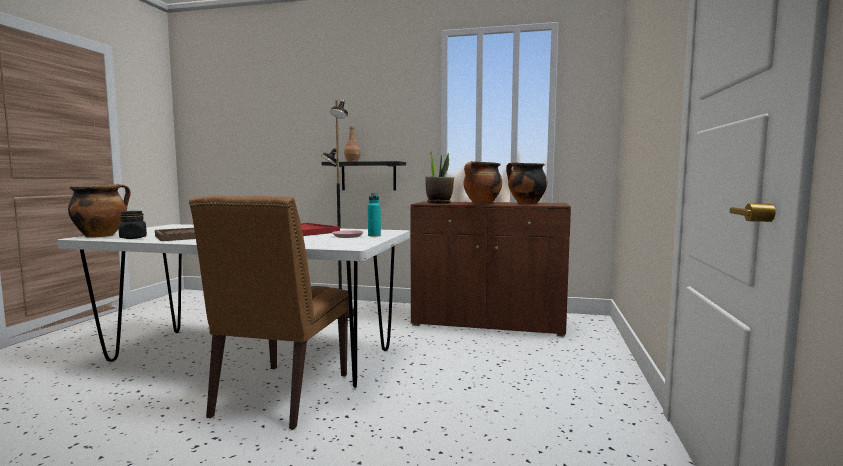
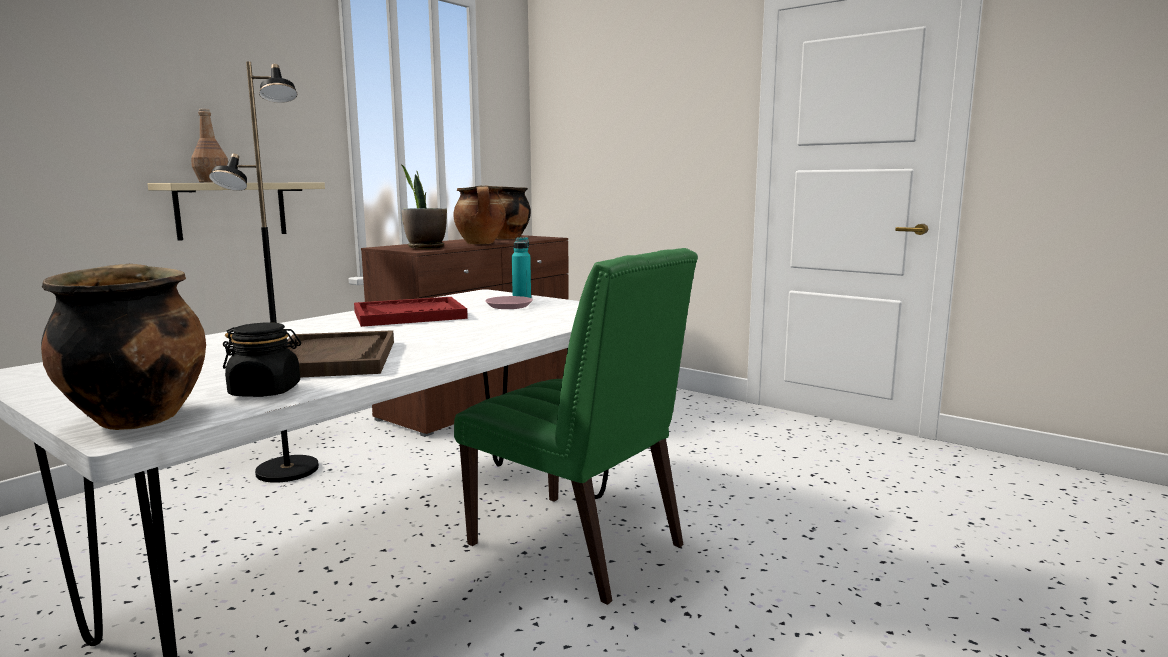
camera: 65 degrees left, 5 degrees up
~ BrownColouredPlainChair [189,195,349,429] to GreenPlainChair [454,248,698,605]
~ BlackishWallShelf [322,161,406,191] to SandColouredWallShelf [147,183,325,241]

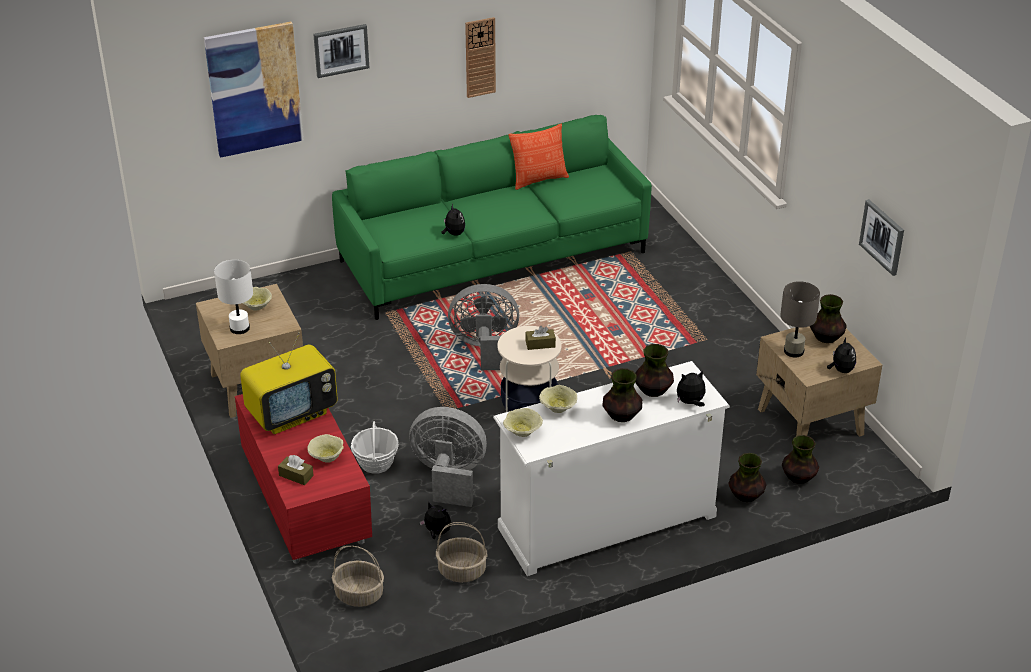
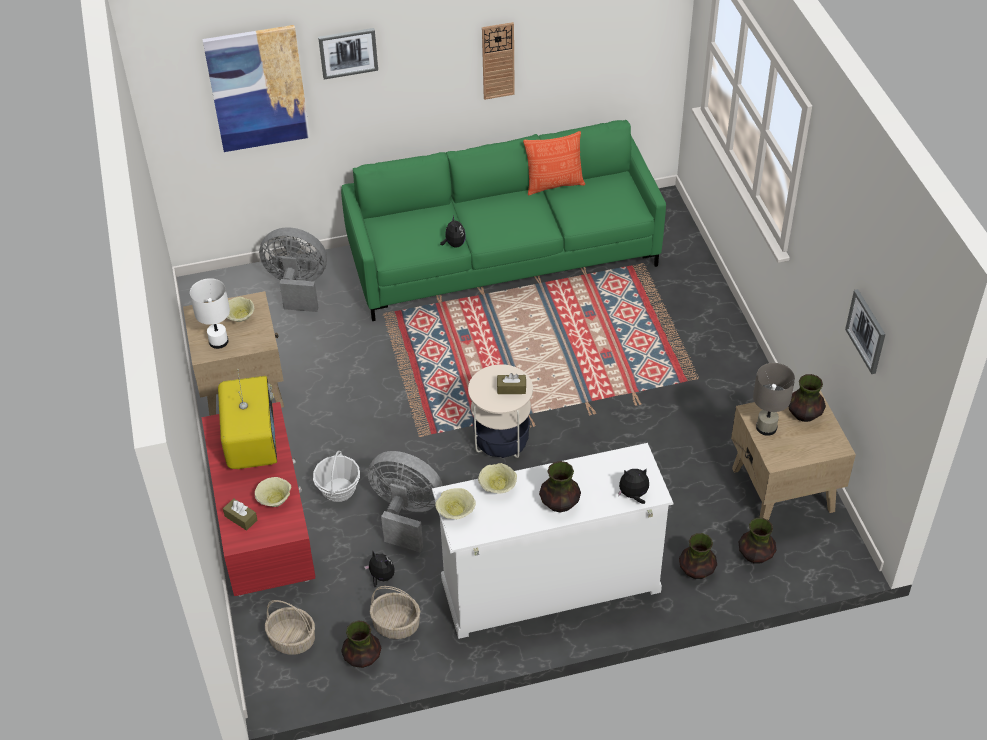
camera: 10 degrees right, 10 degrees up
~ Tv [240,332,338,434] = [218,369,277,469] 75 degrees counterclockwise
~ GreyCoolingFan [448,284,519,370] to [259,228,327,312]
~ FlowerVase [635,344,674,397] to [341,620,381,668]
- CuddlyToy [827,338,856,373]

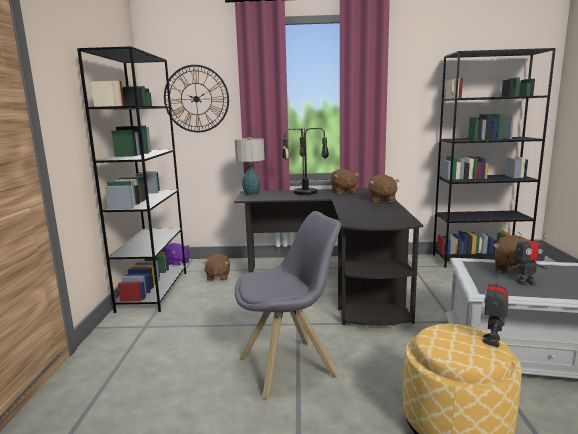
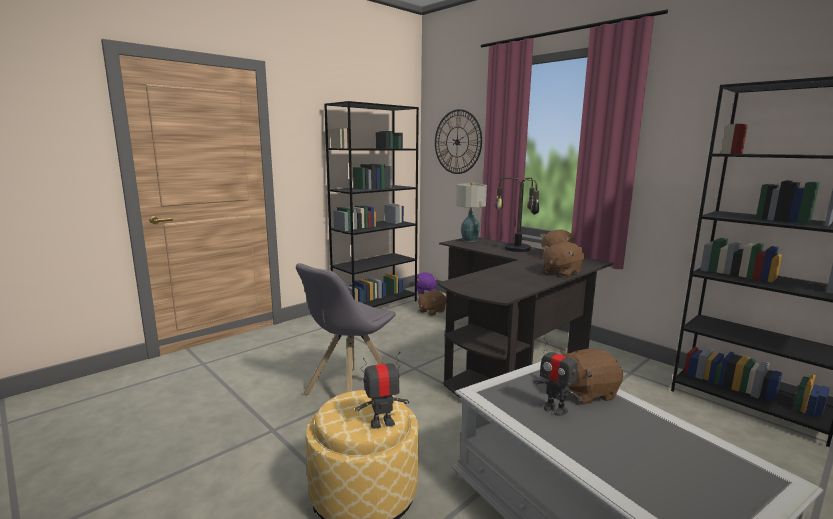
camera: 45 degrees right, 0 degrees up
~ GreyPlainChair [235,211,341,399] = [296,263,396,395] 105 degrees clockwise

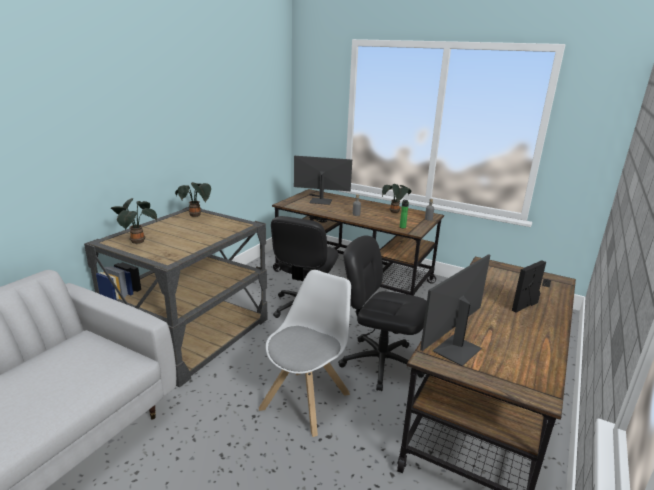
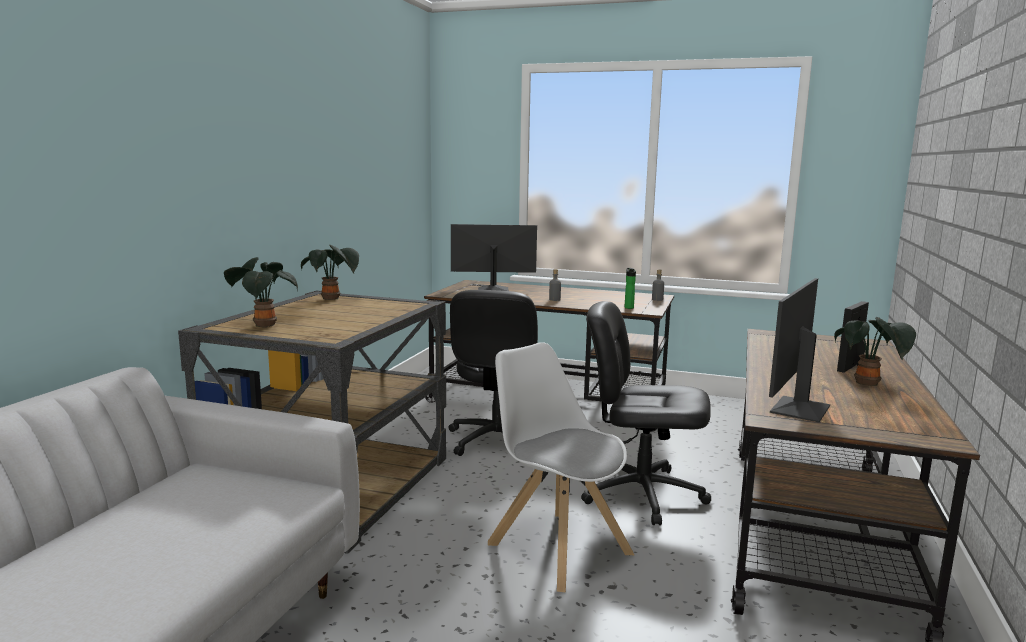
camera: 10 degrees left, 10 degrees down
~ PlainChair [259,270,351,437] = [488,342,634,592] 60 degrees counterclockwise
~ Houseplant [382,184,411,213] to [834,317,916,386]

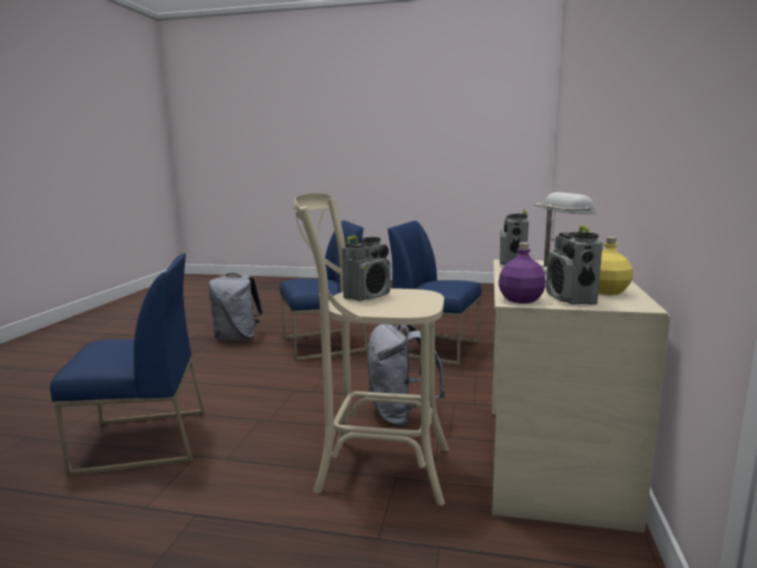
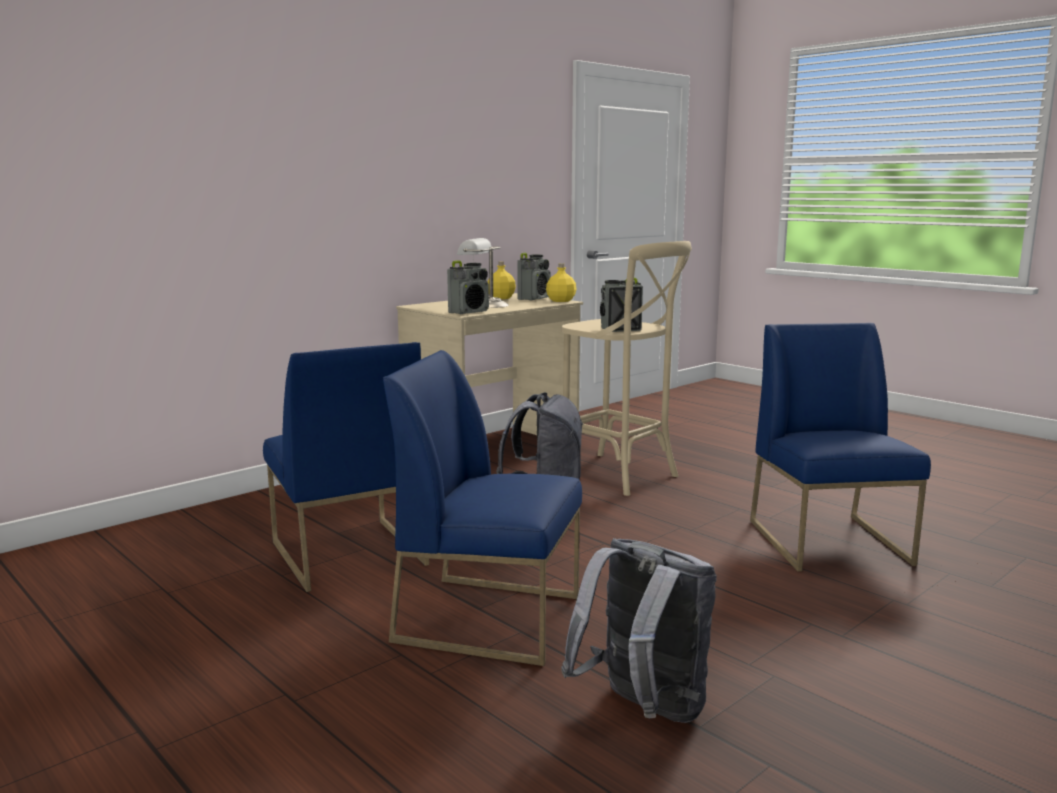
camera: 145 degrees left, 0 degrees up
~ BluePlainChair [50,254,205,476] = [750,323,931,572] 60 degrees clockwise
~ PurpleColouredBeverageBottle [498,242,546,303] to YellowColouredBeverageBottle [546,263,577,302]

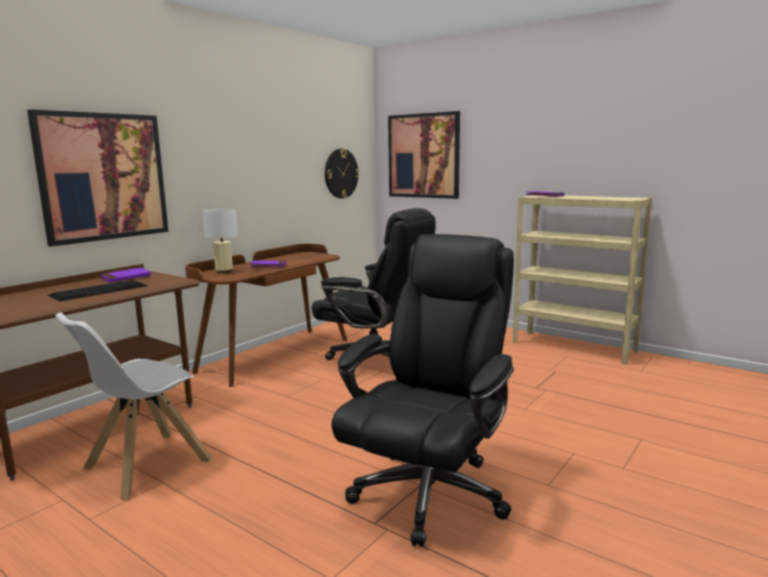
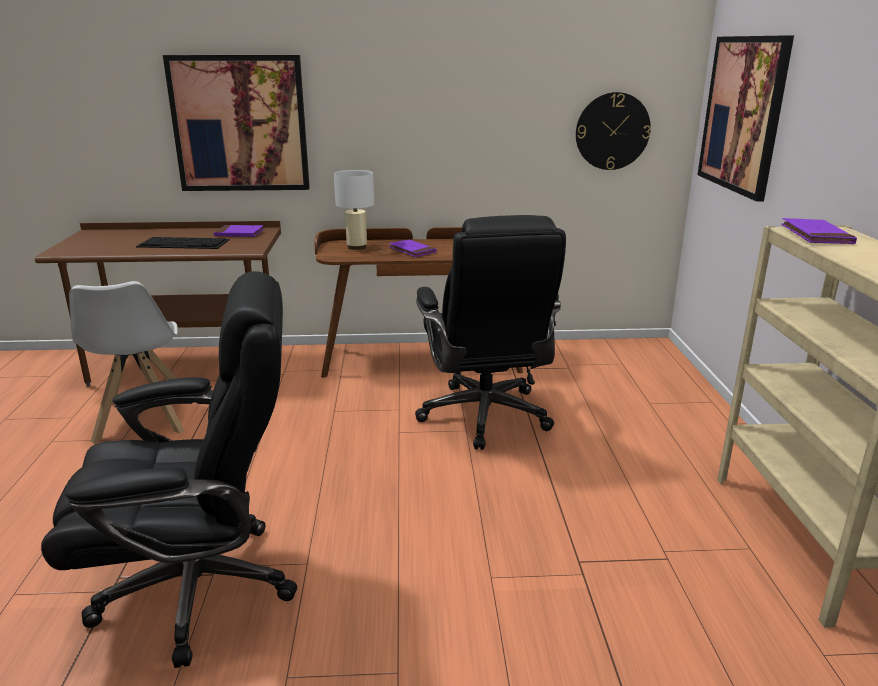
camera: 50 degrees right, 10 degrees up
~ PlainChair [55,312,212,500] = [69,281,185,443] 105 degrees counterclockwise

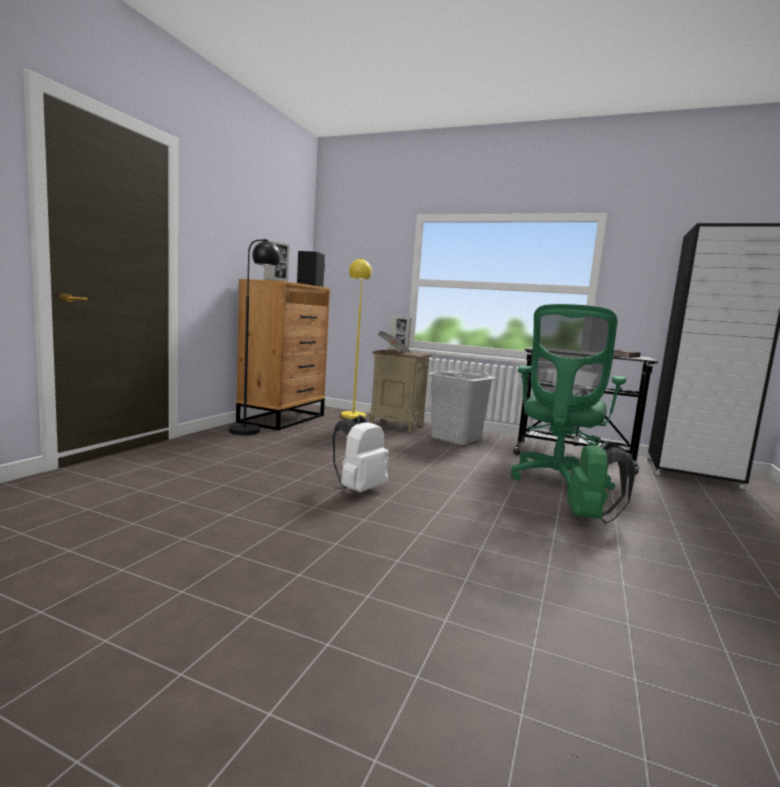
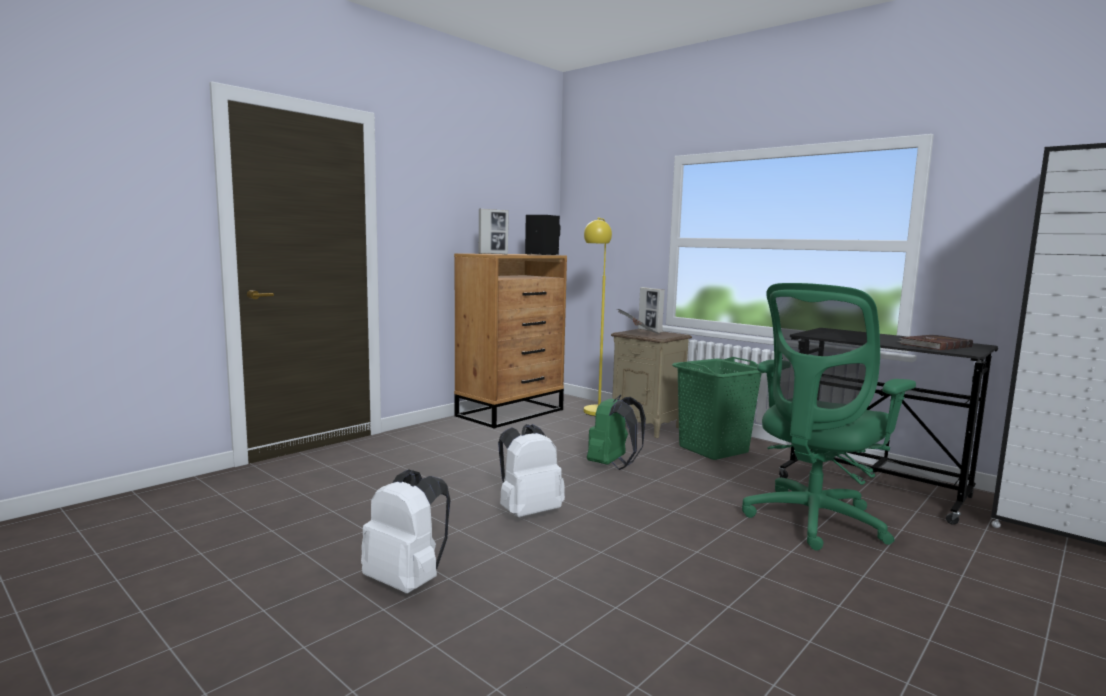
camera: 20 degrees right, 0 degrees up
- BlackishFloorLamp [229,239,281,435]
~ GreyHamper [428,369,496,445] to GreenHamper [672,357,764,460]
~ GreenRucksack [567,441,636,523] to [587,395,646,470]
+ WhiteRucksack [361,469,451,594]

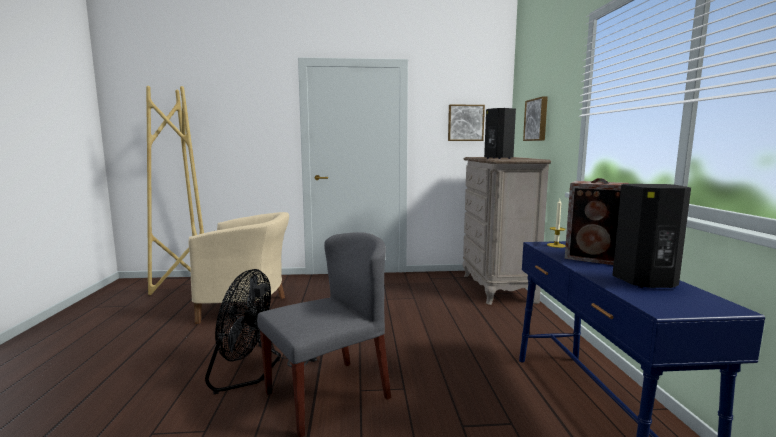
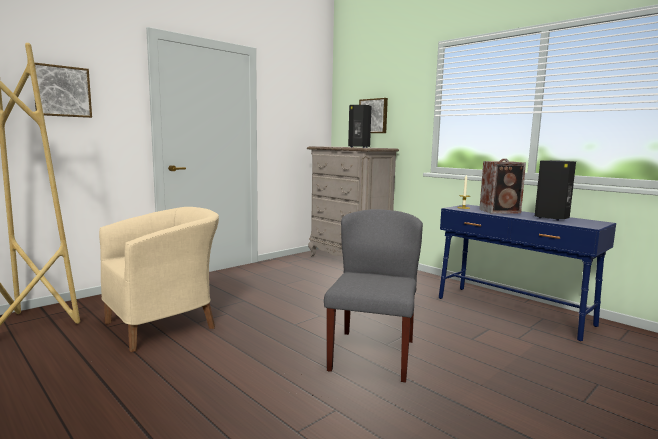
camera: 40 degrees left, 0 degrees up
- BlackishCoolingFan [205,269,317,395]
~ Picture [448,105,485,141] to [34,62,92,118]

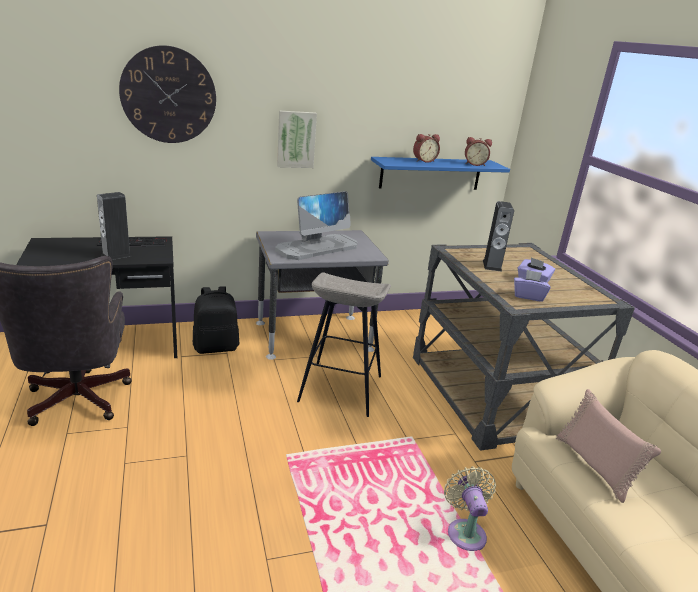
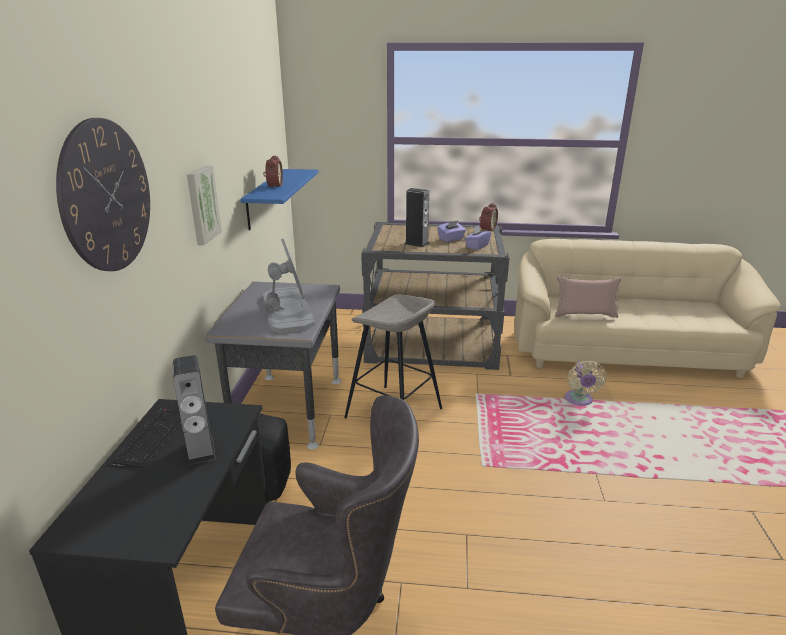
camera: 65 degrees left, 0 degrees up
~ SandColouredCoolingFan [444,466,496,551] = [565,361,606,406] 105 degrees counterclockwise
~ TableClock [465,137,492,166] to [479,203,498,231]

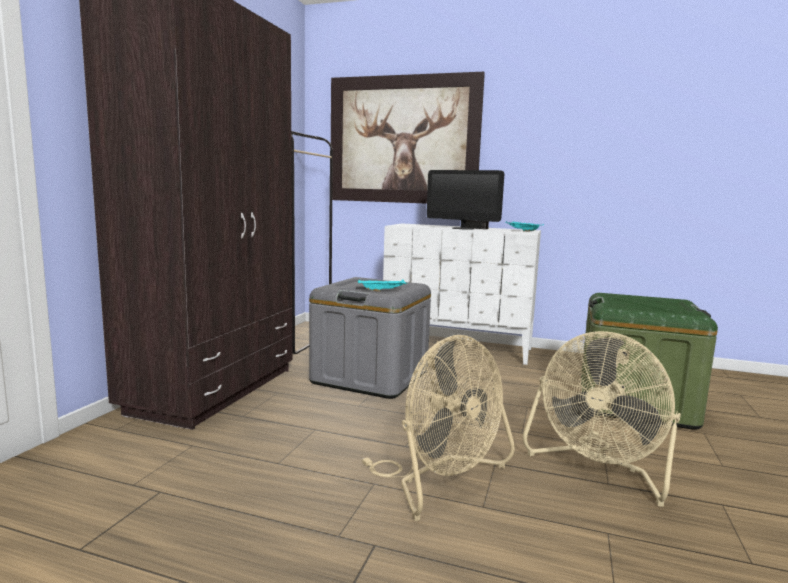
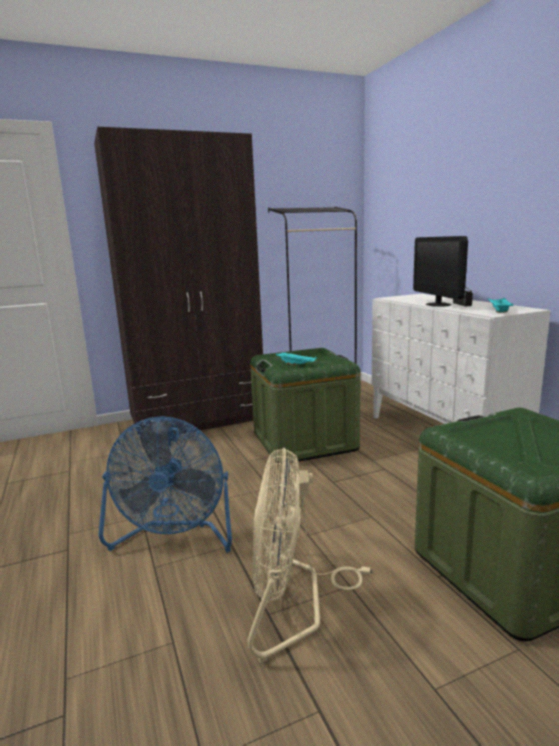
camera: 50 degrees right, 5 degrees up
~ GreyStorageContainer [309,277,431,399] to GreenStorageContainer [250,348,360,463]
- Picture [331,72,485,204]
~ SandColouredCoolingFan [362,335,515,521] to BlueCoolingFan [98,417,232,553]

